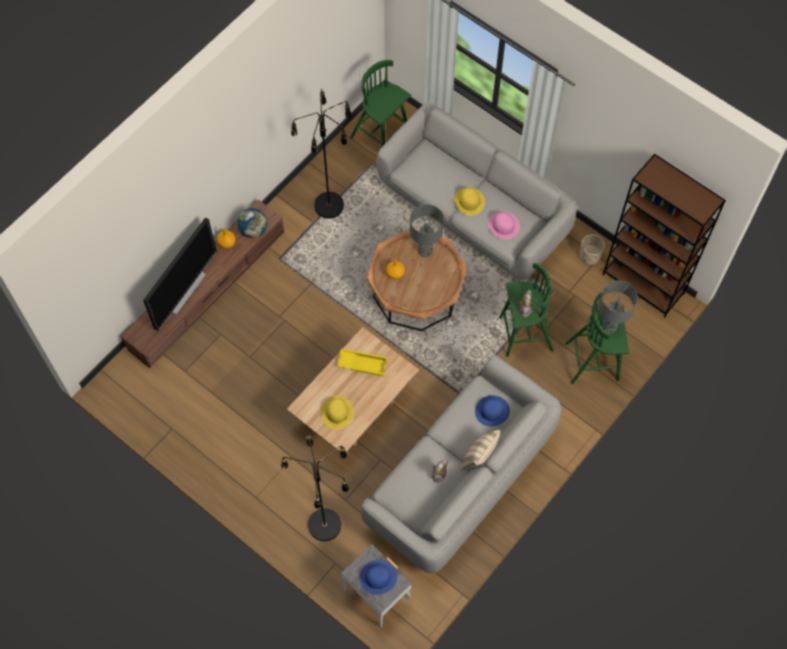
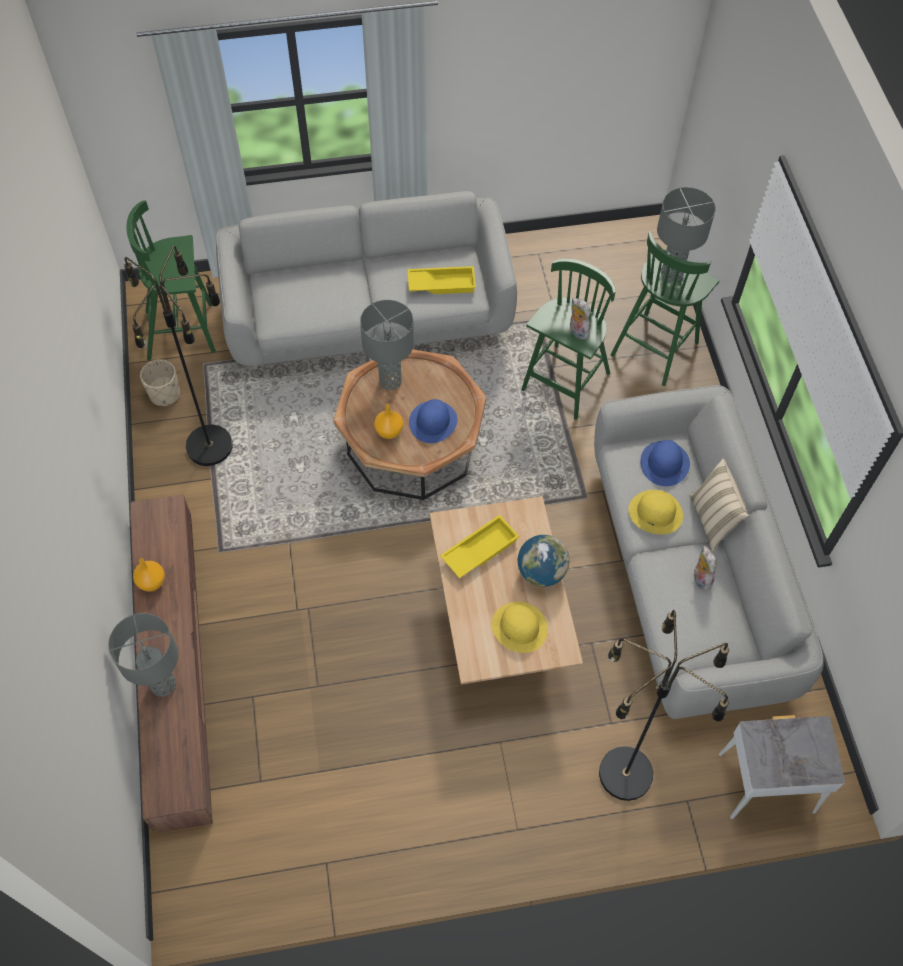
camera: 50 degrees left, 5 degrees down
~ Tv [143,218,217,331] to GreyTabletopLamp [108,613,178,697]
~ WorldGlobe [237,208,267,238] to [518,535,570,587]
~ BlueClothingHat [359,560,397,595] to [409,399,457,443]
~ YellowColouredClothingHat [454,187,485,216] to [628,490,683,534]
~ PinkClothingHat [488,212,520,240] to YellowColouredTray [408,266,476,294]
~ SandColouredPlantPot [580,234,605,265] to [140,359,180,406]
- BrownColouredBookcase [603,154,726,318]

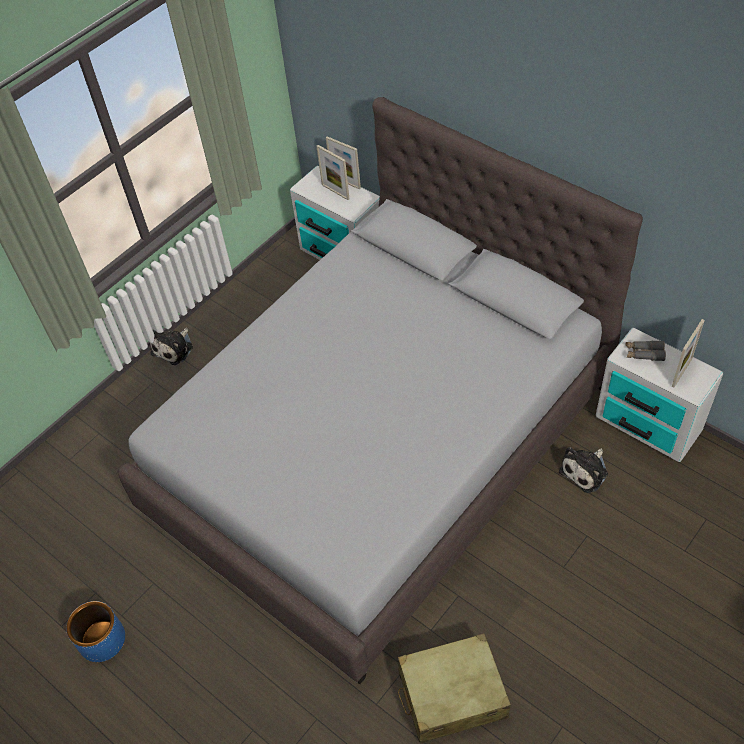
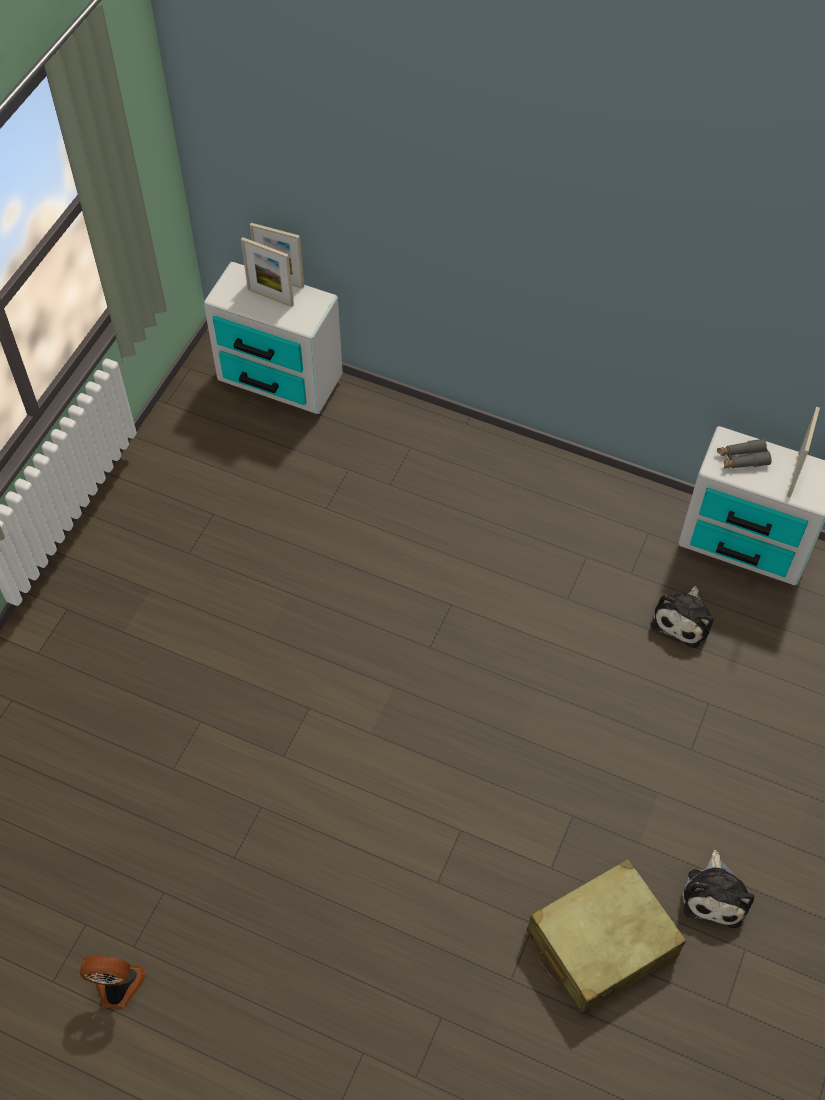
camera: 20 degrees left, 5 degrees up
~ BluePlantPot [66,601,125,662] to CoolingFan [80,956,146,1009]
- GreyBedroomBed [117,97,643,684]
~ CuddlyToy [150,327,193,365] to [683,850,754,928]

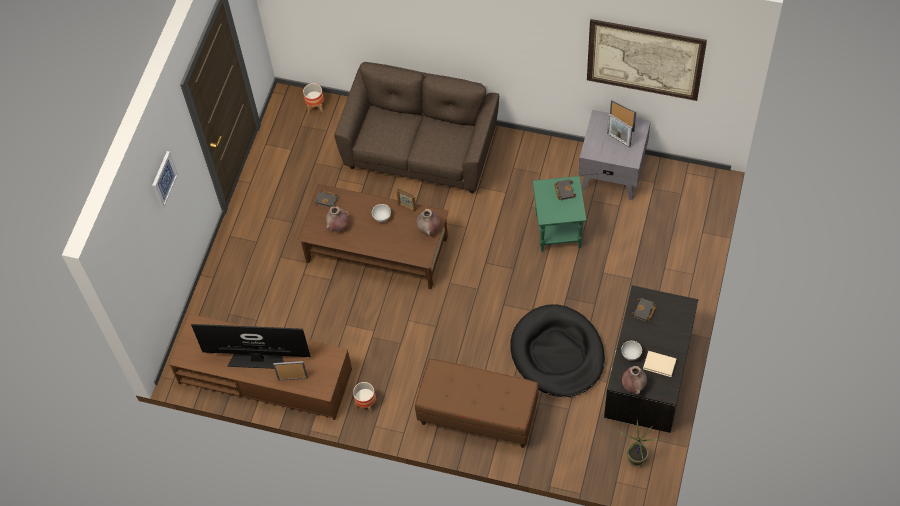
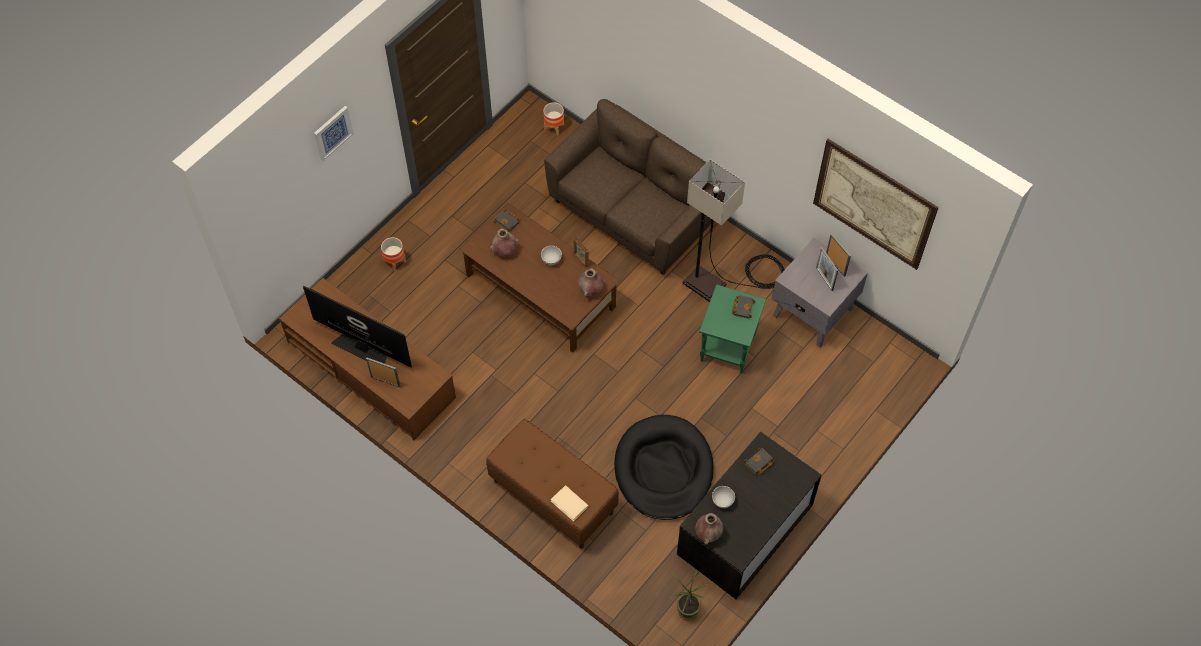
camera: 20 degrees right, 0 degrees up
~ PlantPot [353,382,376,413] to [381,237,406,272]
~ SandColouredBook [643,351,676,377] to [551,485,589,522]
+ FloorLamp [683,159,785,302]

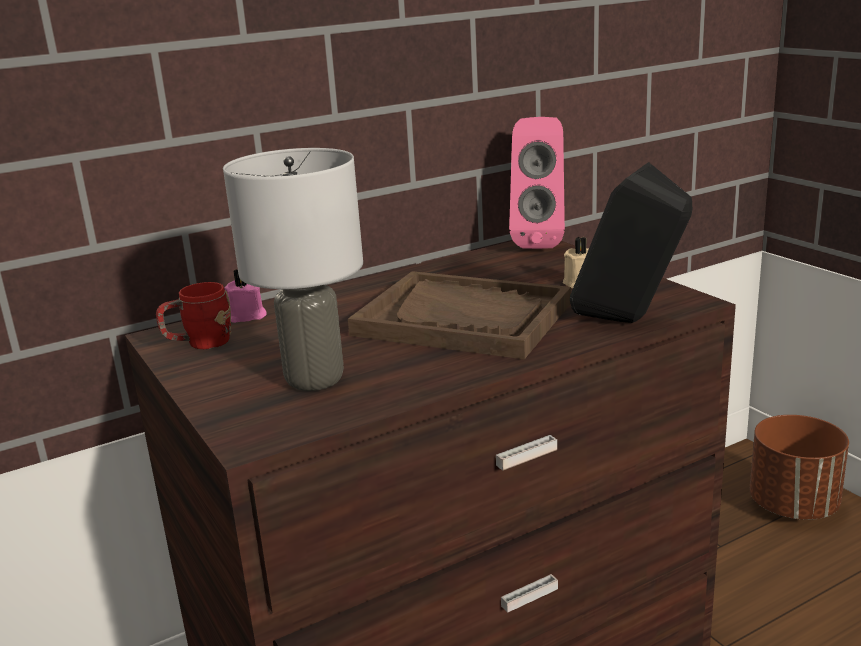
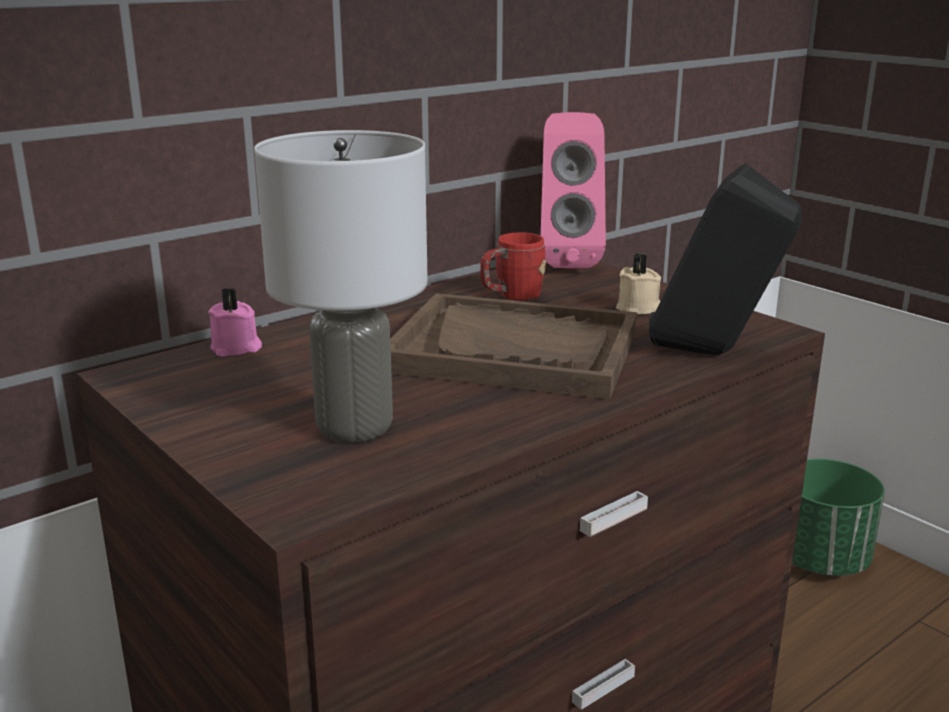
camera: 10 degrees left, 0 degrees up
~ RedColouredTeaMug [156,282,231,349] to [480,232,546,301]
~ BrownColouredPlantPot [750,415,849,520] to GreenPlantPot [792,459,885,576]

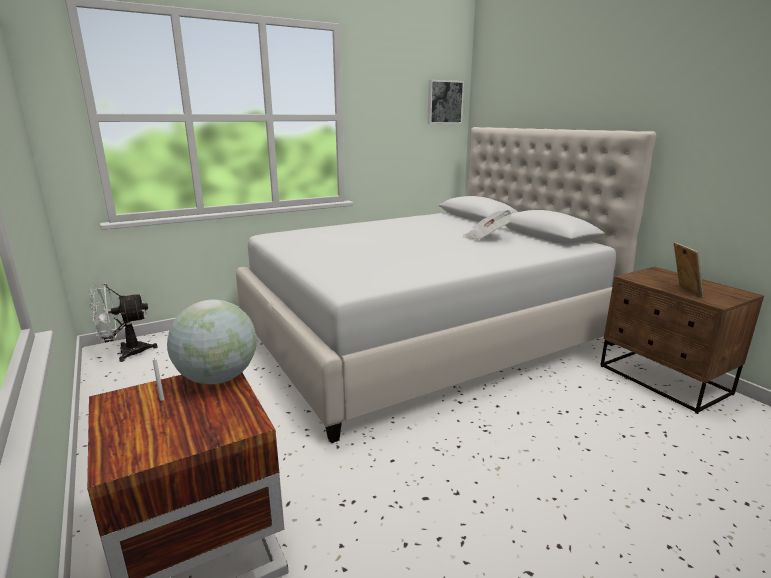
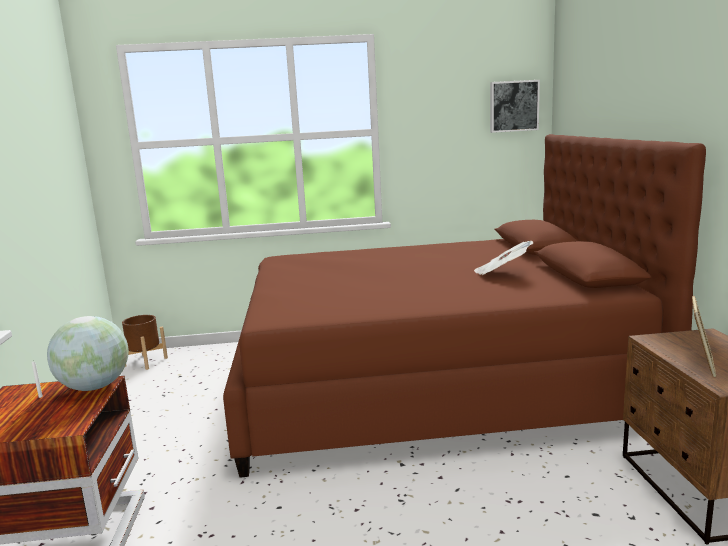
camera: 25 degrees right, 5 degrees down
~ WhiteCoolingFan [89,283,158,362] to BrownColouredPlantPot [122,315,168,370]
~ WhiteBedroomBed [236,127,656,443] to BrownColouredBedroomBed [223,134,706,478]

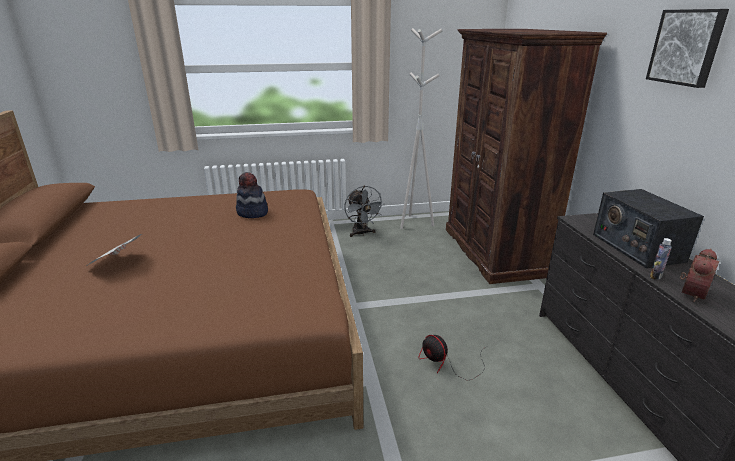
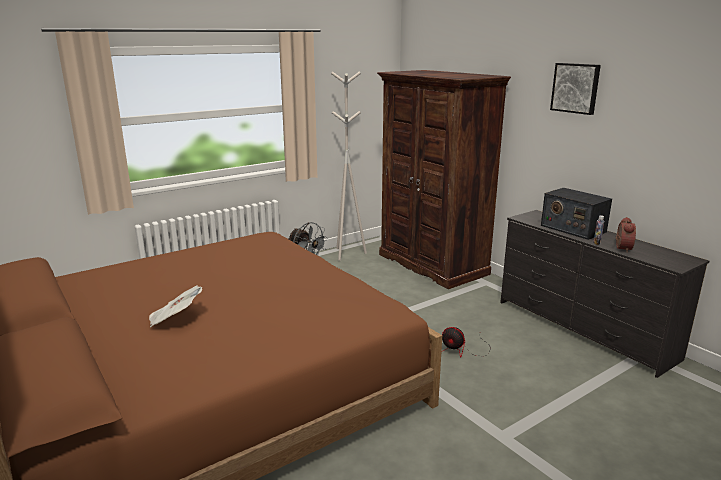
camera: 25 degrees left, 5 degrees down
- ClothingHat [236,172,268,218]

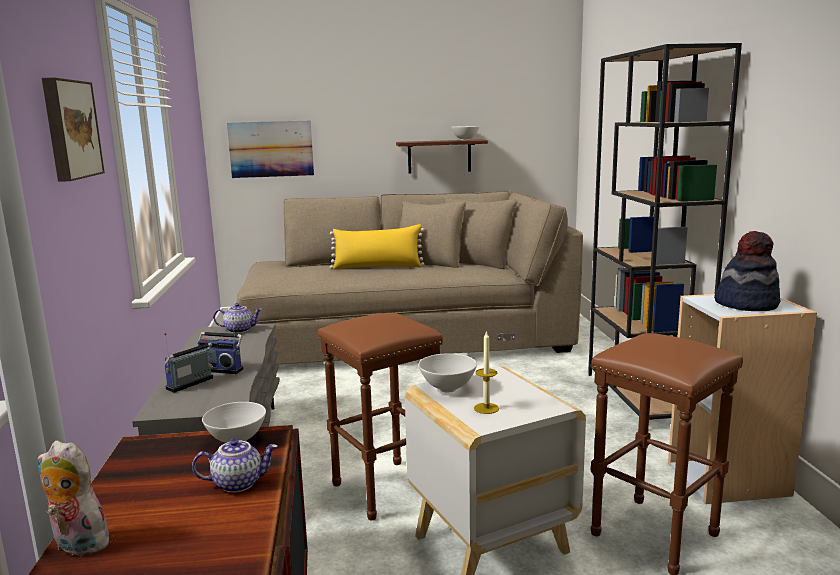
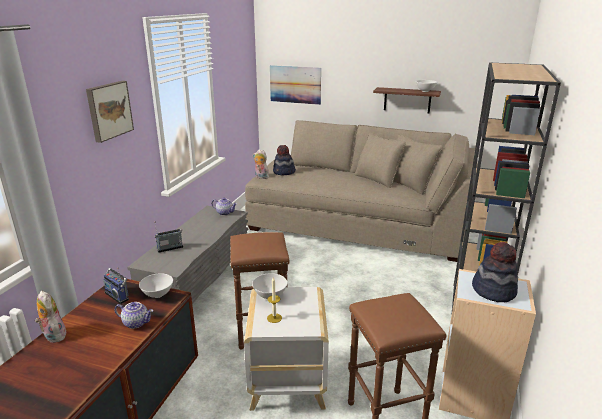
camera: 25 degrees right, 10 degrees up
~ RadioSet [197,317,243,374] to [103,268,129,304]
- YellowColouredCushion [330,224,425,270]
+ CuddlyToy [253,150,269,179]
+ ClothingHat [273,145,296,175]

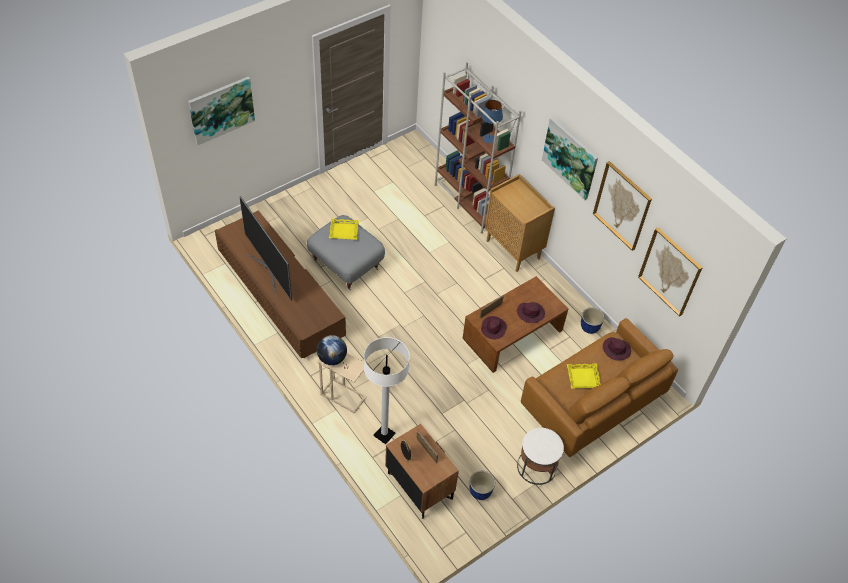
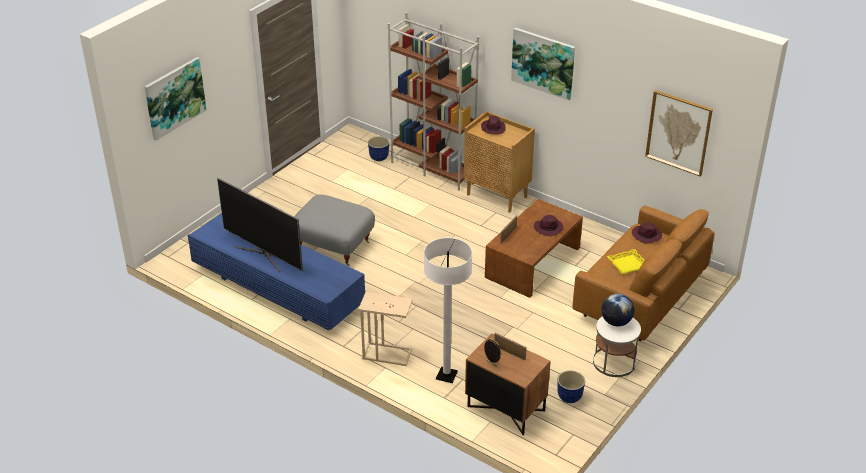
camera: 15 degrees left, 15 degrees down
~ BrownColouredTvStand [215,210,346,359] to BlueTvStand [188,213,365,330]
~ WorldGlobe [317,335,347,365] to [601,294,634,326]
- YellowColouredTray [329,219,359,240]
- BlueTabletopLamp [481,100,503,143]
~ PurpleColouredClothingHat [481,316,507,339] to [481,116,506,135]
~ PlantPot [581,307,604,334] to [368,136,389,161]
- Picture [593,161,652,251]

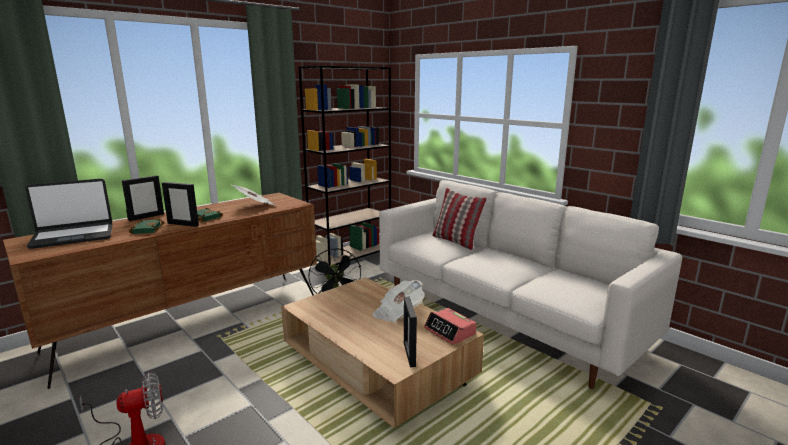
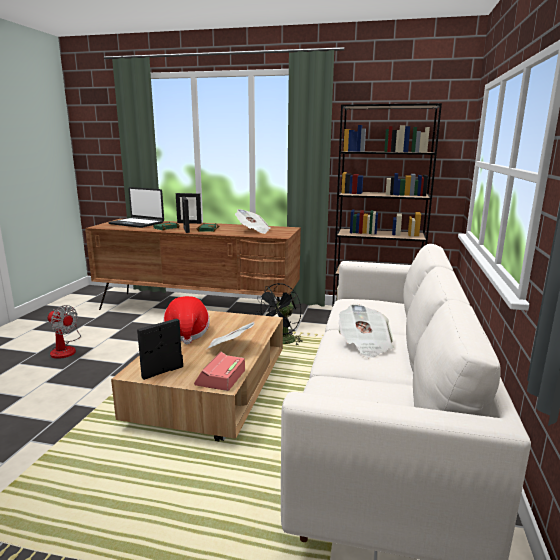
camera: 55 degrees right, 0 degrees up
- Cushion [432,188,487,250]
+ ClothingHat [163,296,210,344]
+ Newspaper [338,304,394,358]

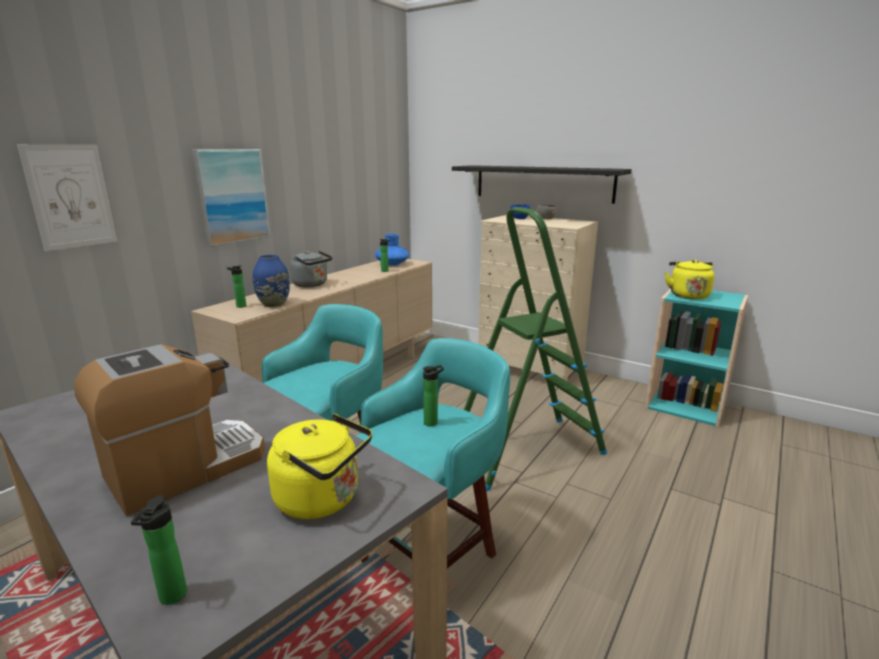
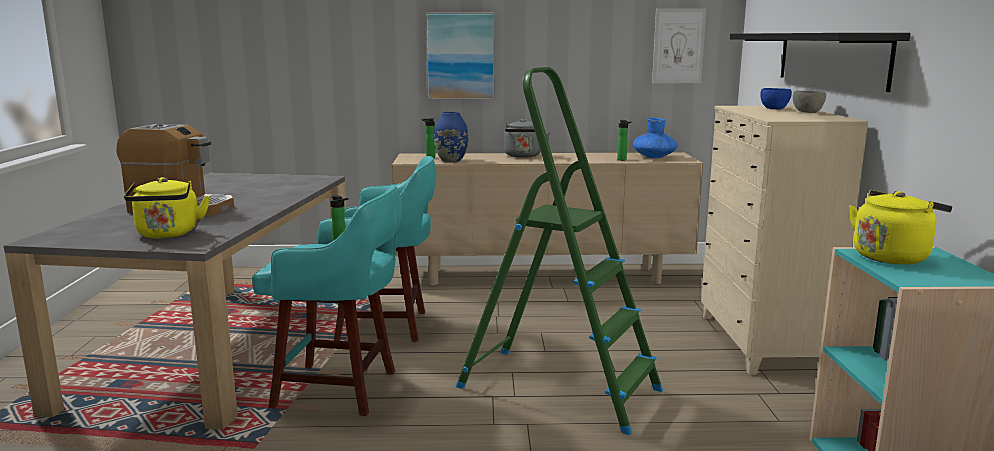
camera: 55 degrees right, 5 degrees down
~ Picture [17,145,117,251] to [652,8,706,83]
- BeverageBottle [131,495,187,605]

